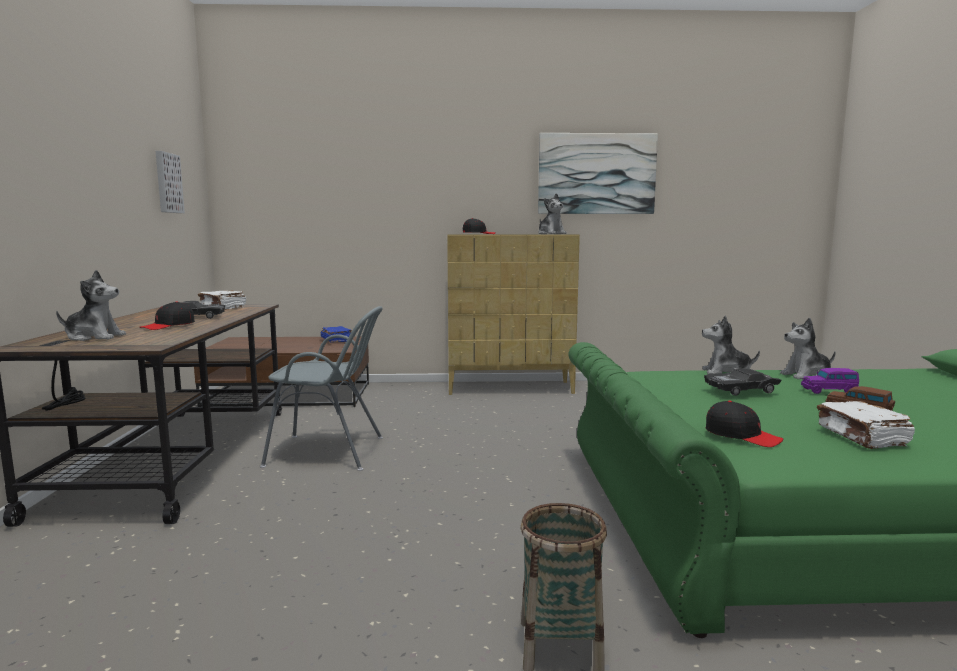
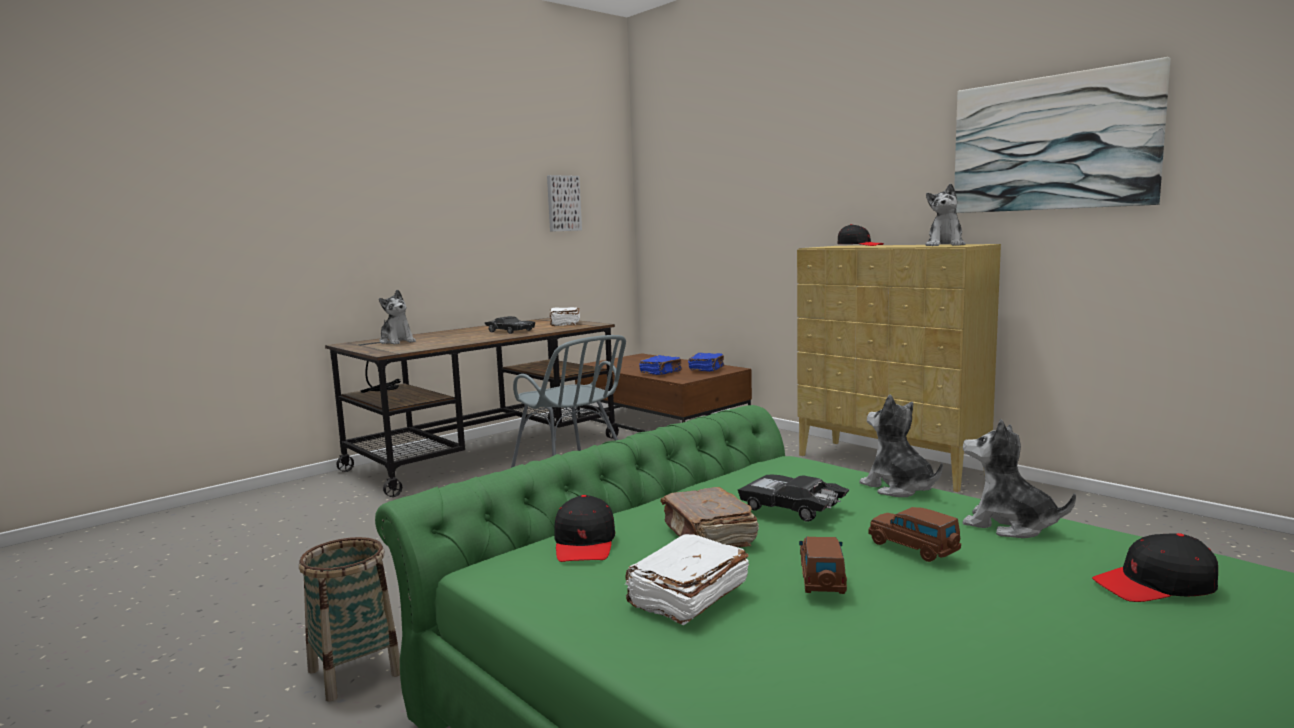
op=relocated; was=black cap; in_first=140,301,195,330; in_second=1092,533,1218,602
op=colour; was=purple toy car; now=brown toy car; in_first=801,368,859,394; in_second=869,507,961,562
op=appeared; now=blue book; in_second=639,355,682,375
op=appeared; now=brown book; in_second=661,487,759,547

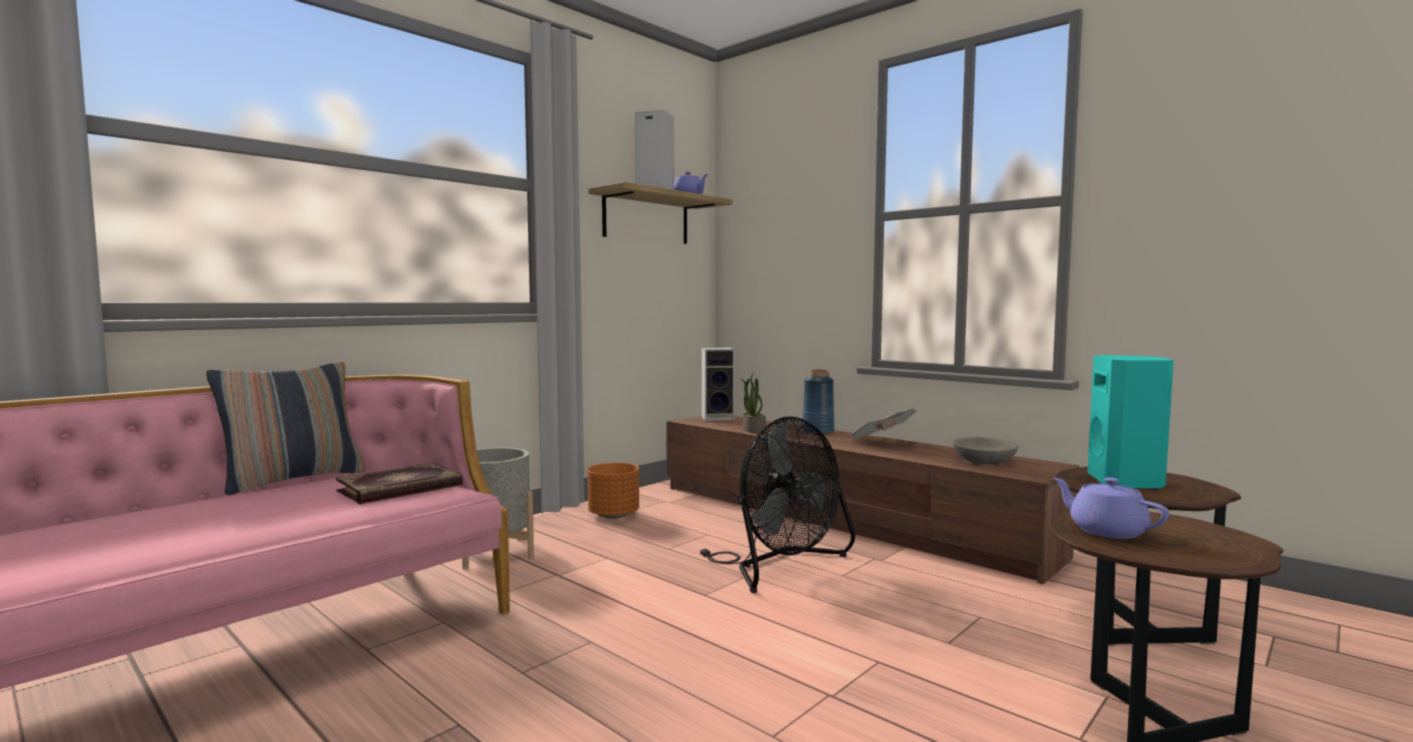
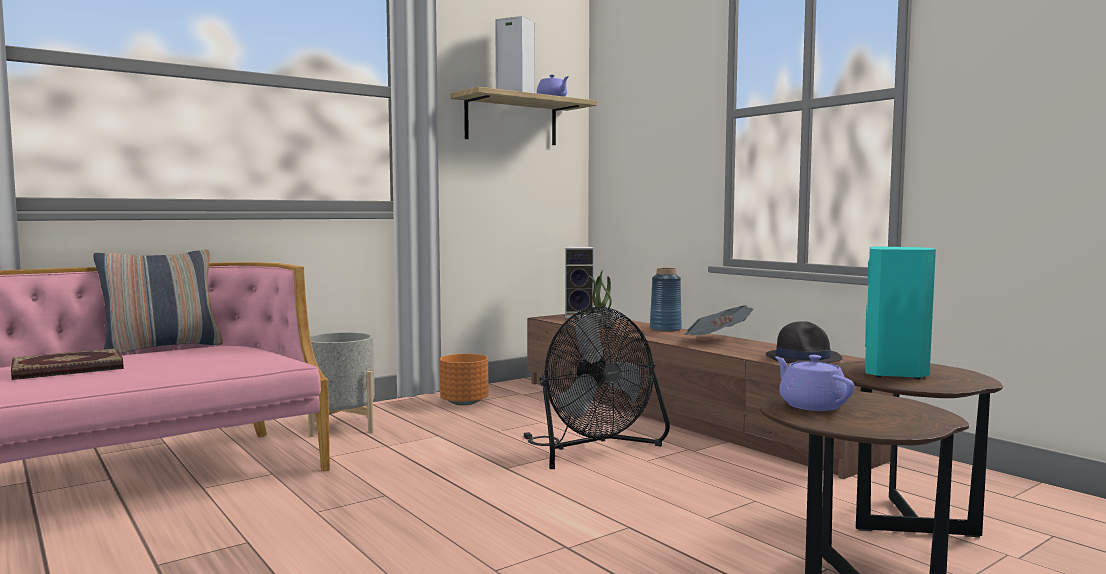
op=exchanged; was=grey bowl; now=black hat; in_first=952,437,1019,465; in_second=766,321,842,363
op=relocated; was=book; in_first=336,463,463,504; in_second=11,348,123,380

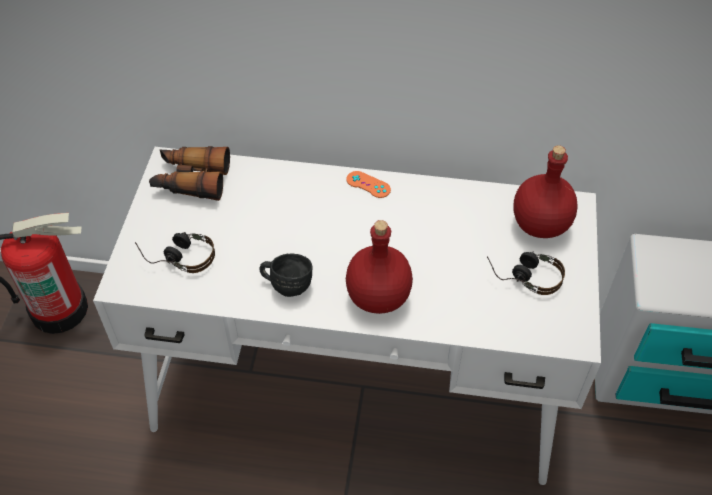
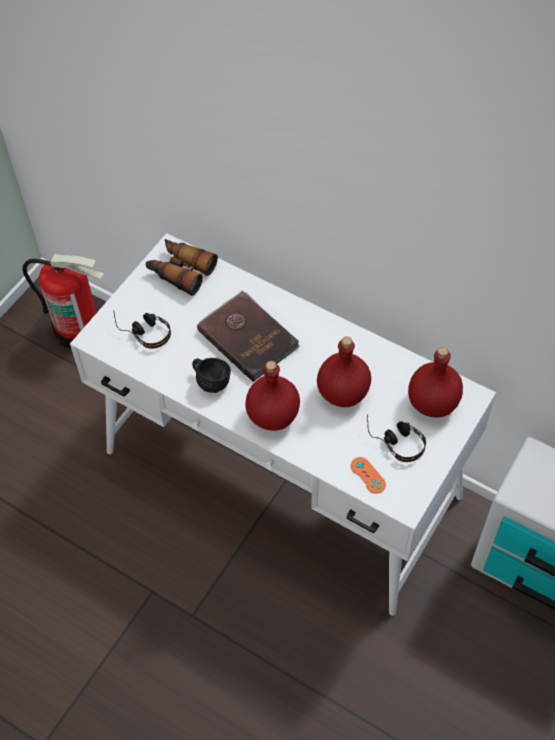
op=relocated; was=orange game controller; in_first=346,171,391,198; in_second=351,457,386,494
op=appeared; now=brown book; in_second=197,290,300,382
op=appeared; now=red bottle; in_second=317,336,371,407

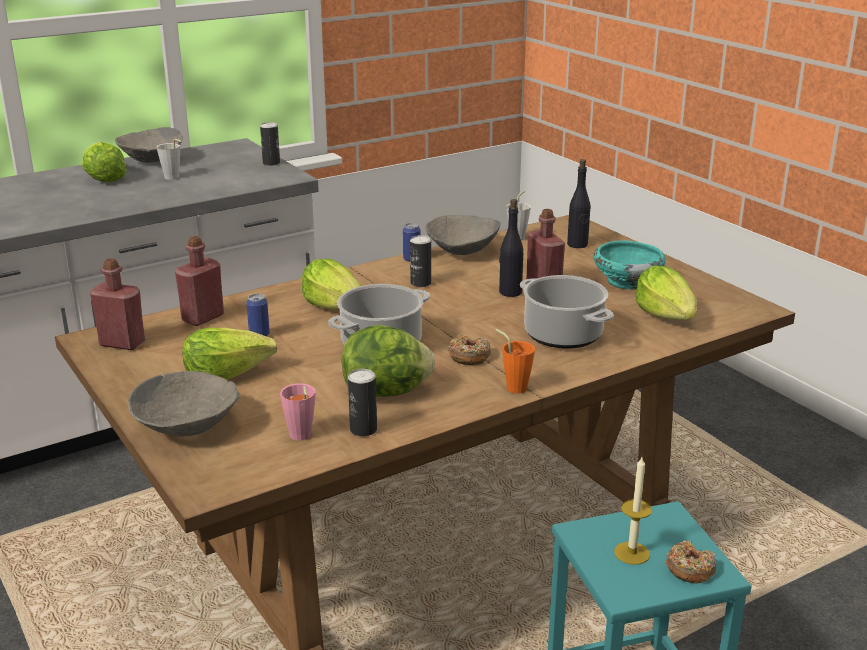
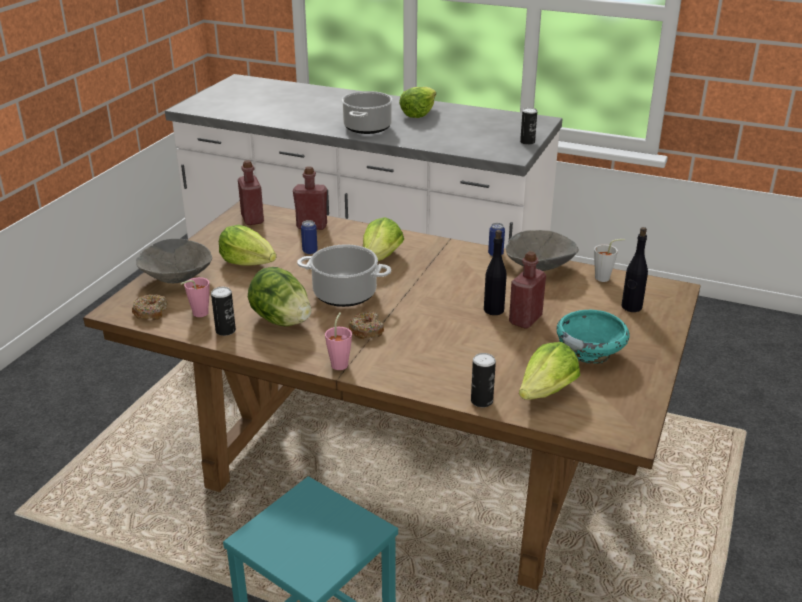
op=missing; was=grey bowl; in_first=115,127,183,163
op=missing; was=grey cup; in_first=157,139,181,180
op=relocated; was=can; in_first=410,235,431,287; in_second=471,353,496,407
op=relocated; was=cooking pot; in_first=520,275,614,349; in_second=341,91,393,134
op=colour; was=orange cup; now=pink cup; in_first=495,329,535,394; in_second=325,312,352,370
op=missing; was=candle; in_first=614,457,652,565
op=relocated; was=donut; in_first=666,541,716,583; in_second=132,295,168,320

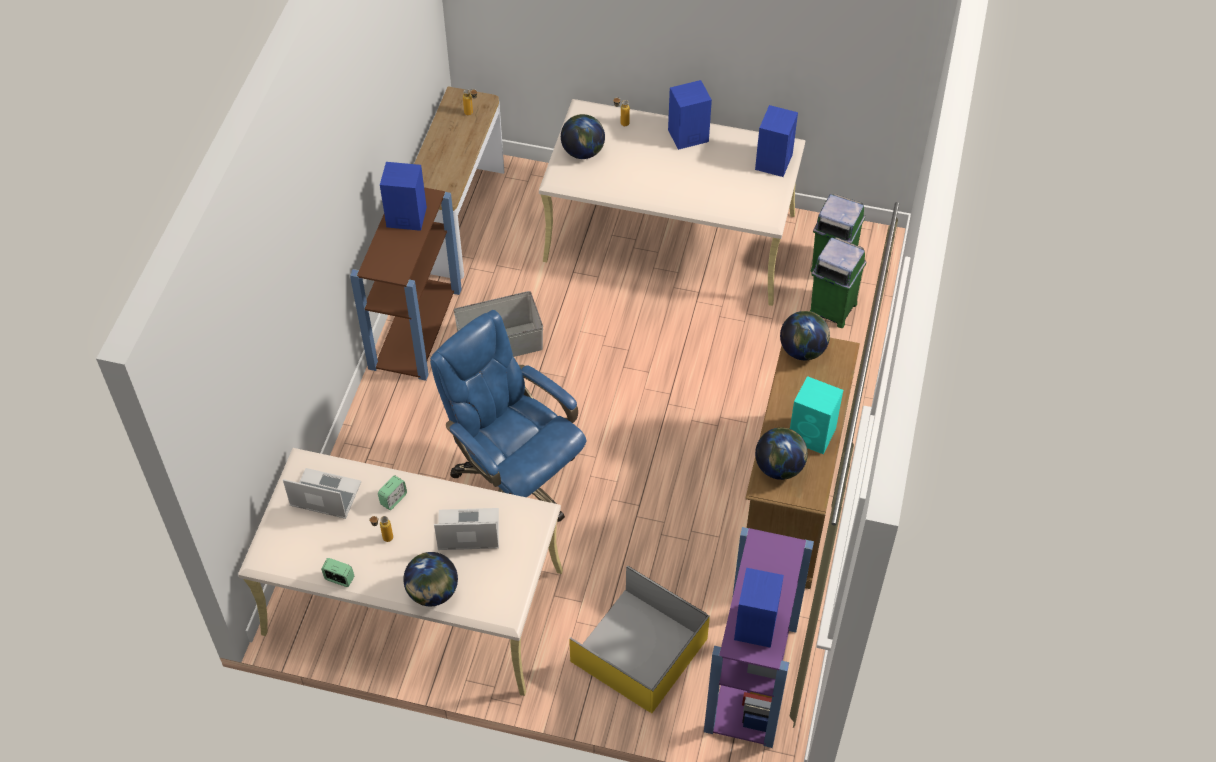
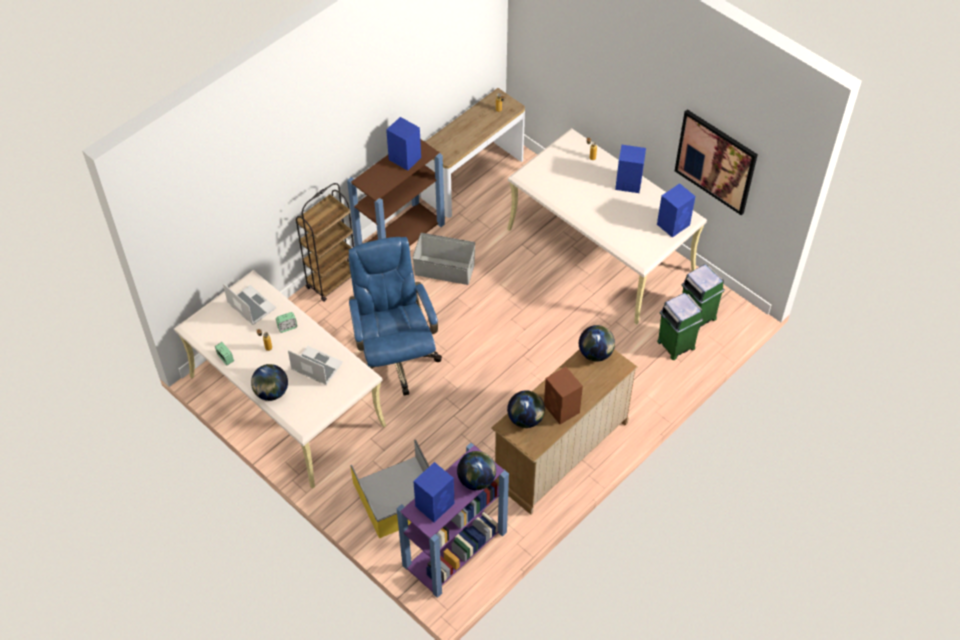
op=relocated; was=globe; in_first=561,114,605,159; in_second=457,451,496,490
op=colour; was=turquoise speaker; now=brown speaker; in_first=790,376,843,454; in_second=544,367,583,424
op=appeared; now=picture; in_second=675,109,758,215
op=appeared; now=brown cart; in_second=295,183,354,302

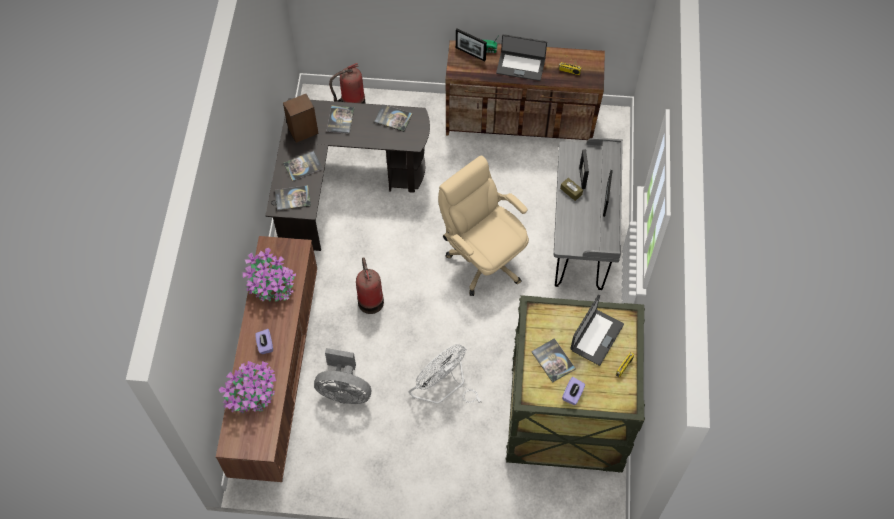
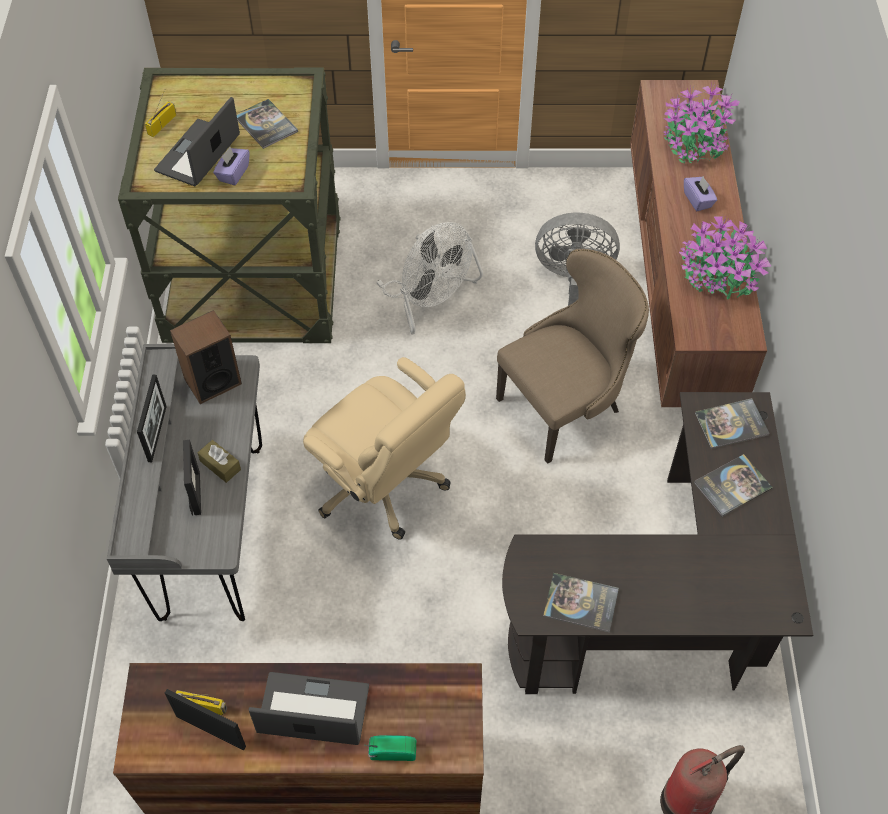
op=relocated; was=picture frame; in_first=456,29,487,61; in_second=165,689,246,750
op=relocated; was=speaker; in_first=283,94,319,143; in_second=170,310,242,404
op=missing; was=book; in_first=327,105,354,134
op=exchanged; was=fire extinguisher; now=beige chair; in_first=356,257,384,314; in_second=496,249,649,464
op=relocated; was=purple tissue box; in_first=562,377,585,405; in_second=213,147,249,186

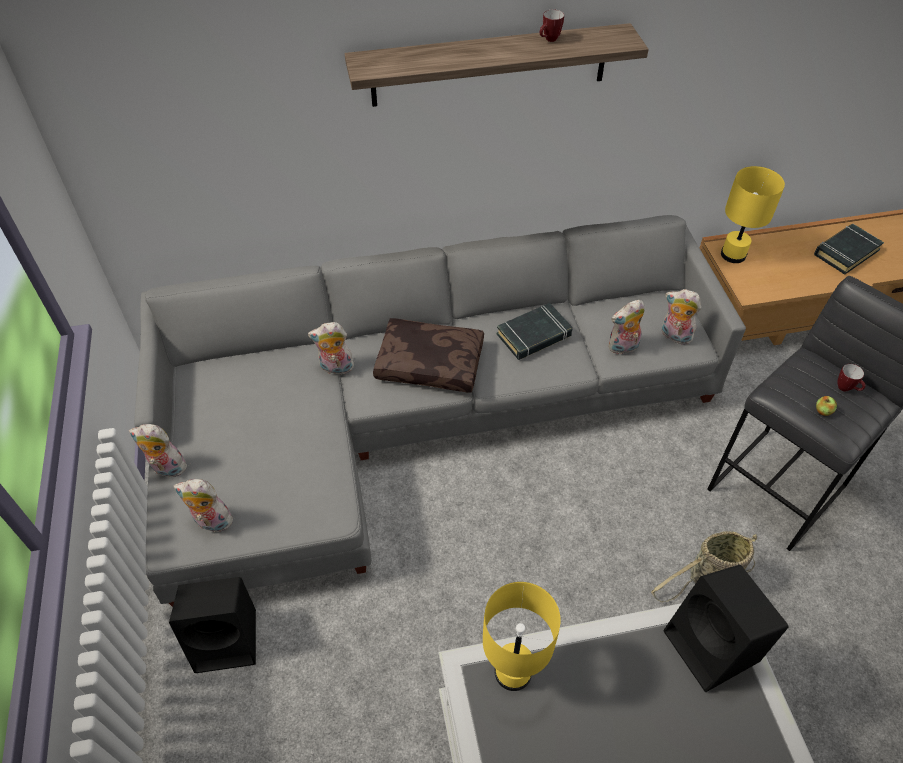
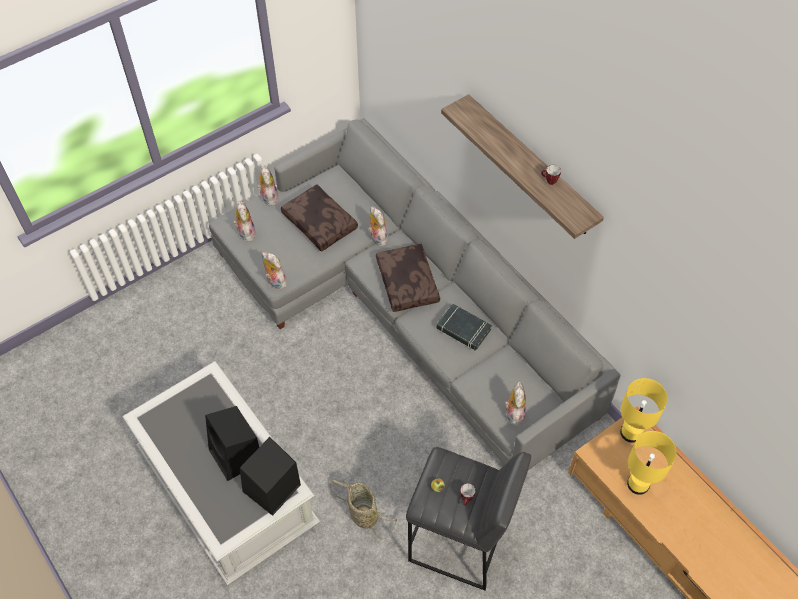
op=missing; was=black book; in_first=814,224,884,275
op=relocated; was=plush toy; in_first=608,300,645,355; in_second=262,252,287,289
op=relocated; was=black speaker; in_first=169,577,256,673; in_second=205,406,259,481
op=relocated; was=yellow table lamp; in_first=483,582,561,691; in_second=627,431,677,495
op=appeared; now=brown pillow; in_second=281,184,358,252

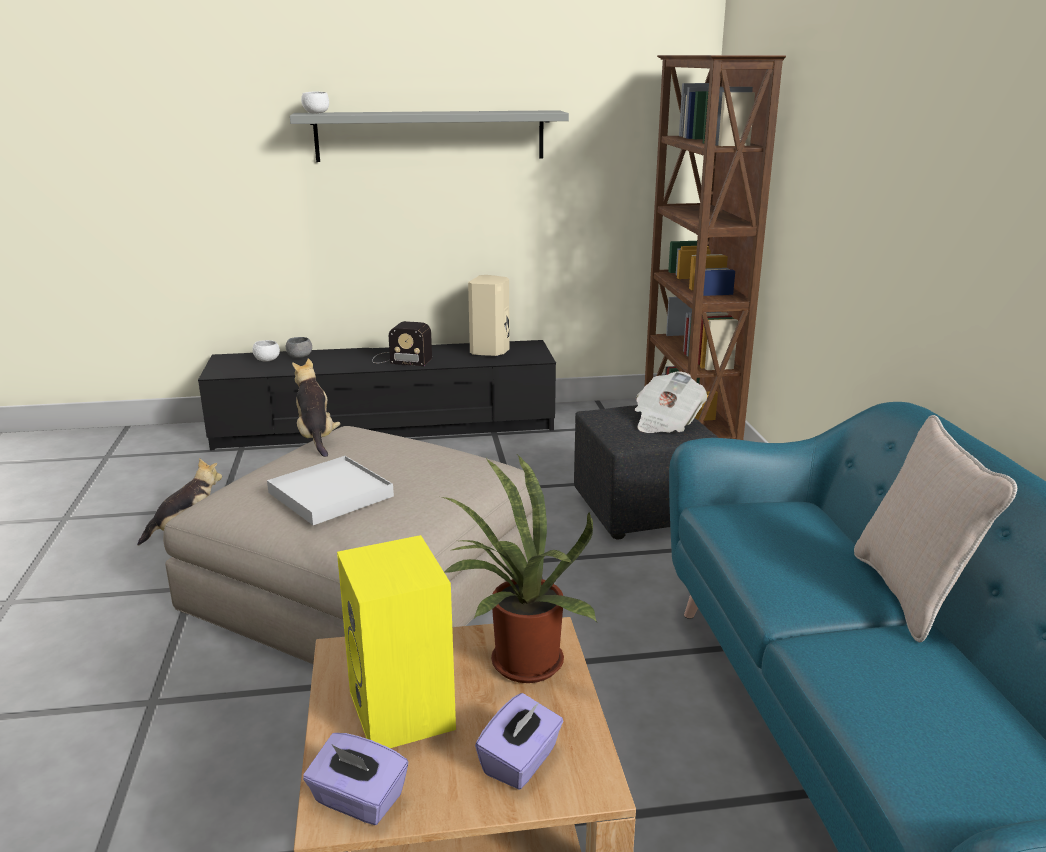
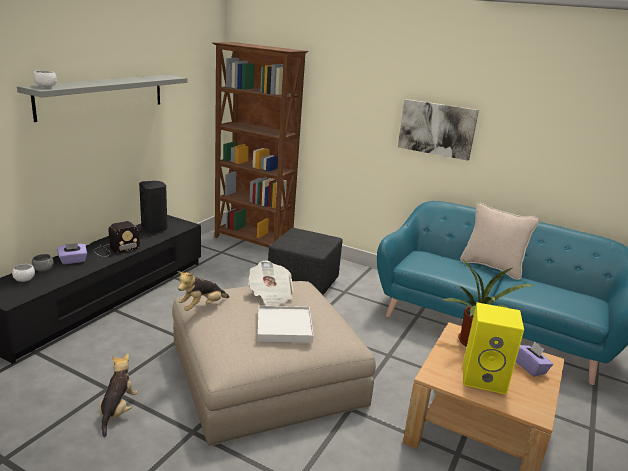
op=colour; was=beige speaker; now=black speaker; in_first=468,275,510,356; in_second=139,181,167,233
op=spun; was=plush toy; in_first=292,358,340,457; in_second=177,271,229,311; clockwise=-60
op=relocated; was=newspaper; in_first=635,371,707,433; in_second=248,260,293,306
op=relocated; was=purple tissue box; in_first=303,733,408,825; in_second=57,243,87,264
op=appeared; now=picture; in_second=398,99,479,161

